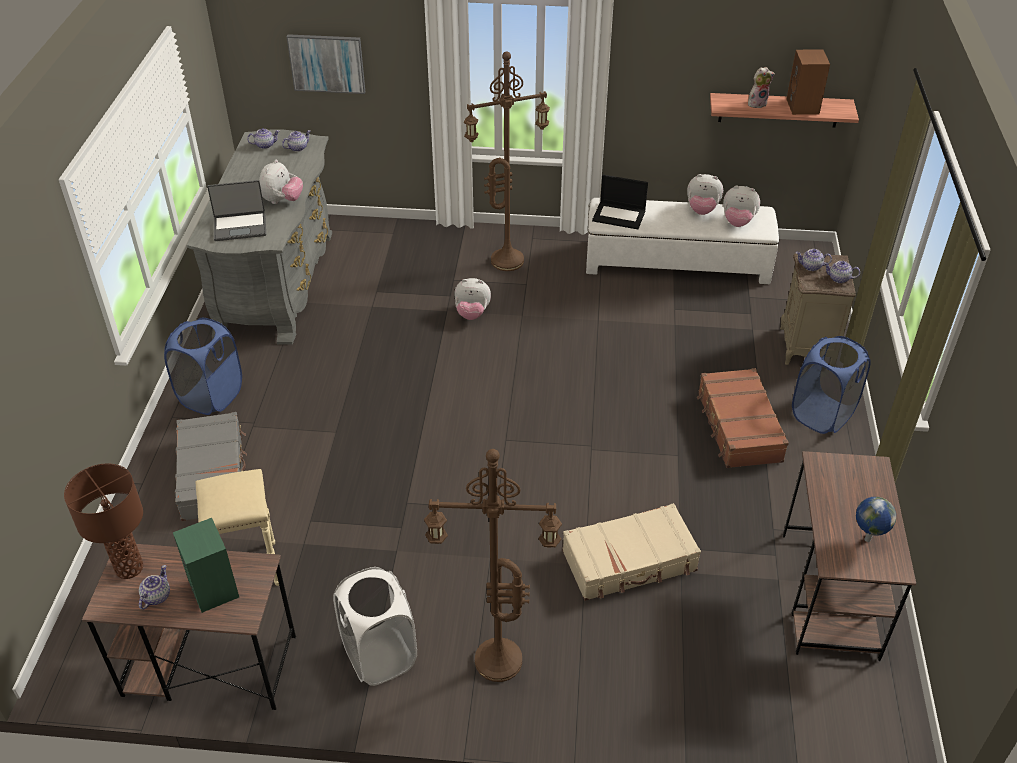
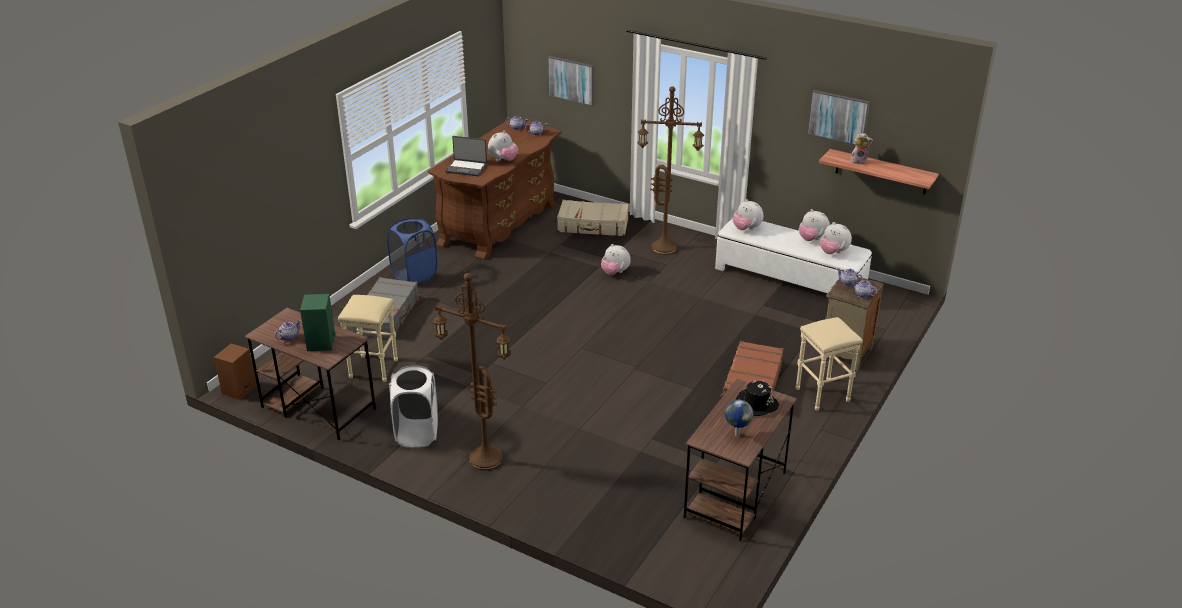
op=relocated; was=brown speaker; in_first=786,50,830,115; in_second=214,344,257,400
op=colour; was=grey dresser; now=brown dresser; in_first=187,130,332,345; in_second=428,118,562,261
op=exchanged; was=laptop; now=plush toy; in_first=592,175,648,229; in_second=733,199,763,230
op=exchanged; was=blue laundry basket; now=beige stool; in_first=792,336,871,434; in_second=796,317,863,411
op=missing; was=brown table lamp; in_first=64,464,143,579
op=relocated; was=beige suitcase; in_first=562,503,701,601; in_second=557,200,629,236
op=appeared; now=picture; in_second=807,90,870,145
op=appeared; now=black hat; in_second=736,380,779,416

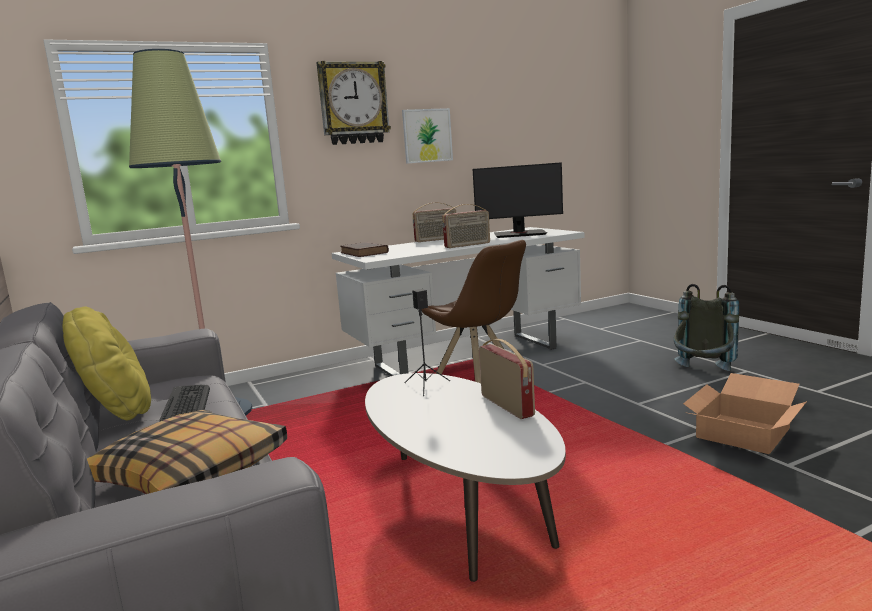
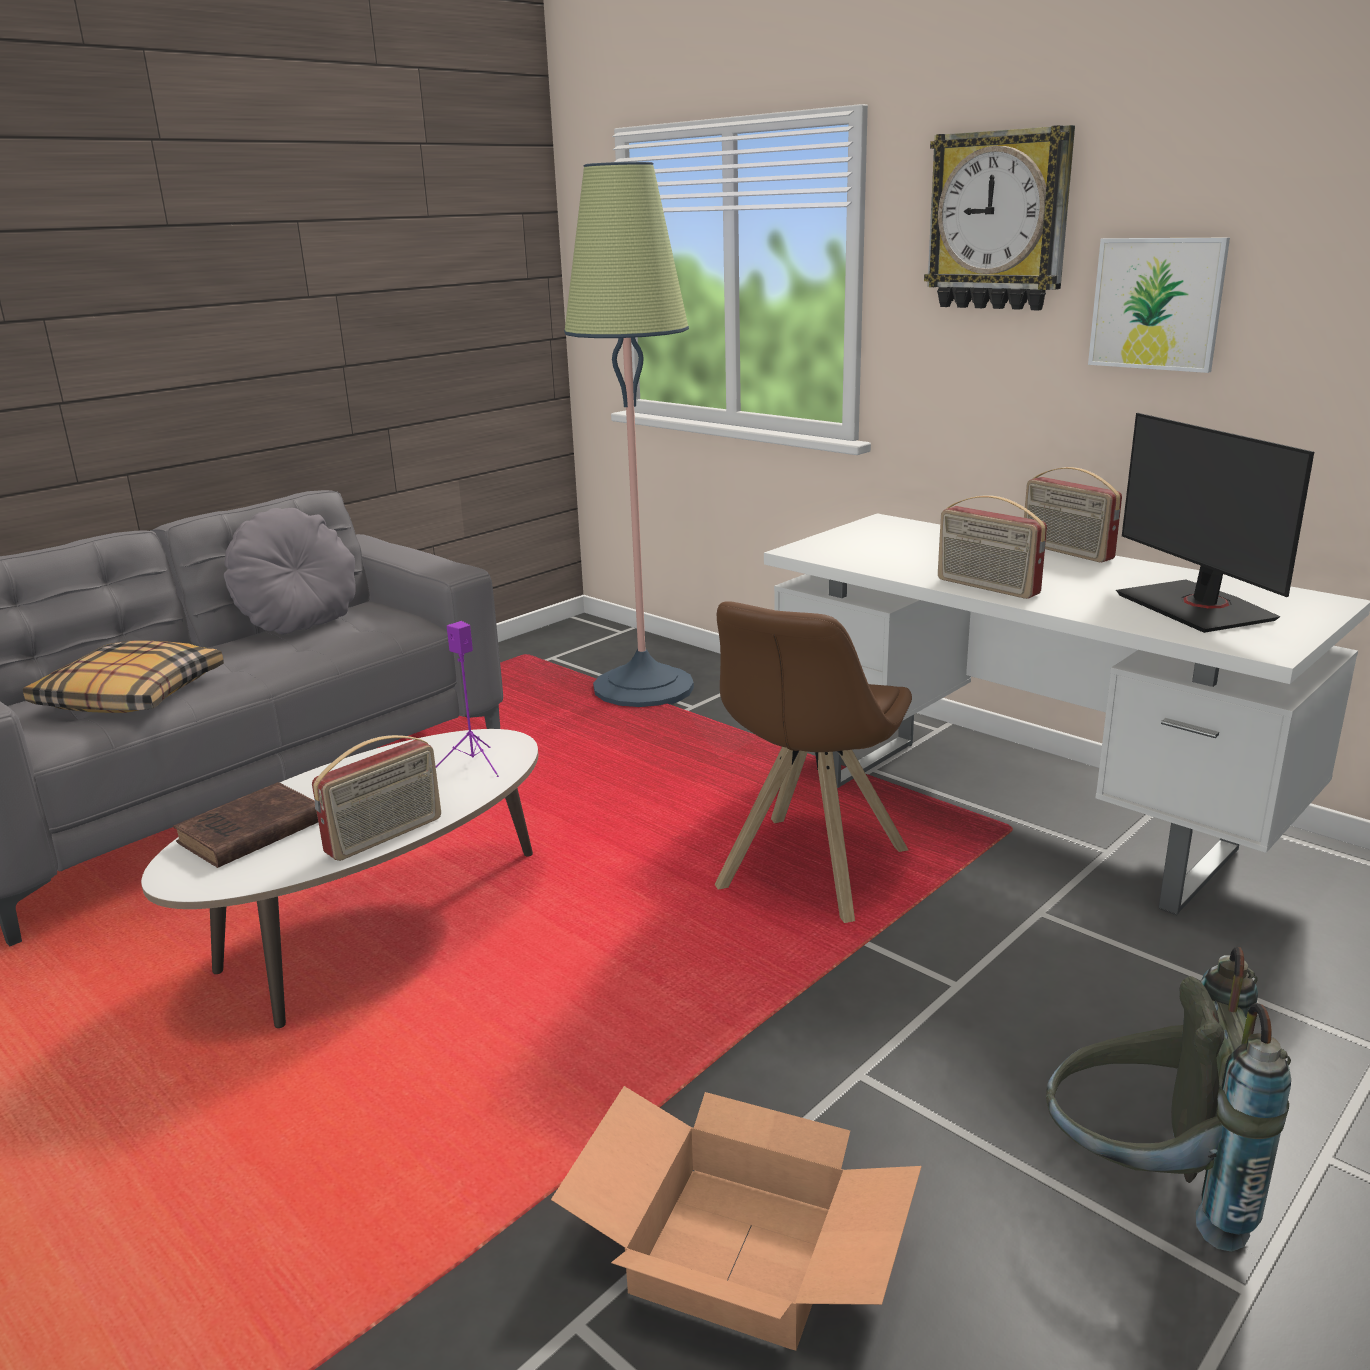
op=relocated; was=brown book; in_first=340,242,389,257; in_second=173,782,318,868
op=colour; was=black speaker; now=purple speaker; in_first=404,289,450,396; in_second=436,621,499,777
op=colour; was=yellow pillow; now=grey pillow; in_first=63,307,151,420; in_second=224,508,356,634
op=missing; was=keyboard; in_first=160,385,210,421

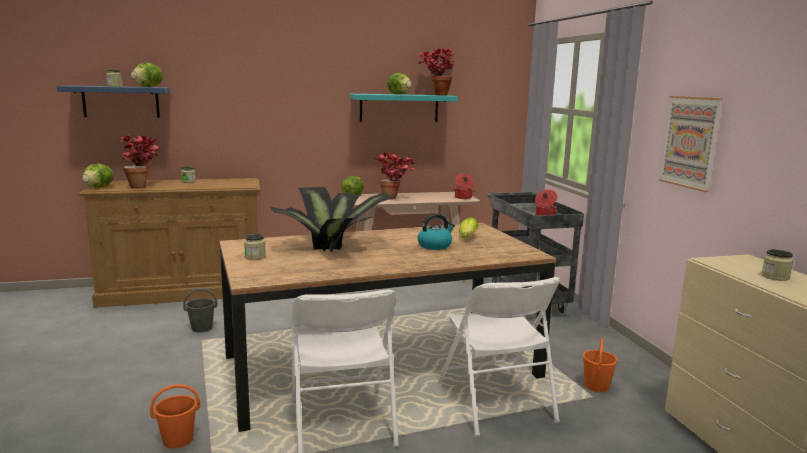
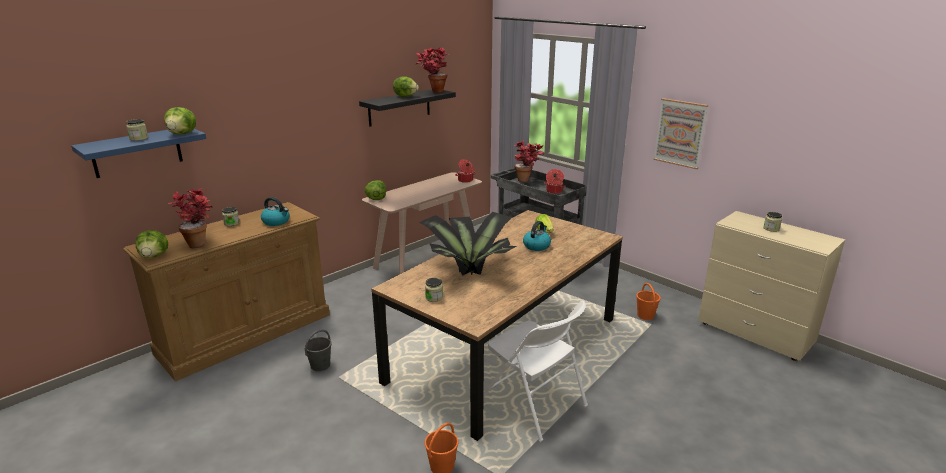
op=colour; was=turquoise shelf; now=black shelf; in_first=350,94,458,122; in_second=359,89,456,127
op=relocated; was=potted plant; in_first=375,152,415,200; in_second=513,140,544,182
op=missing; was=white chair; in_first=437,277,560,437
op=appeared; now=kettle; in_second=261,197,290,226

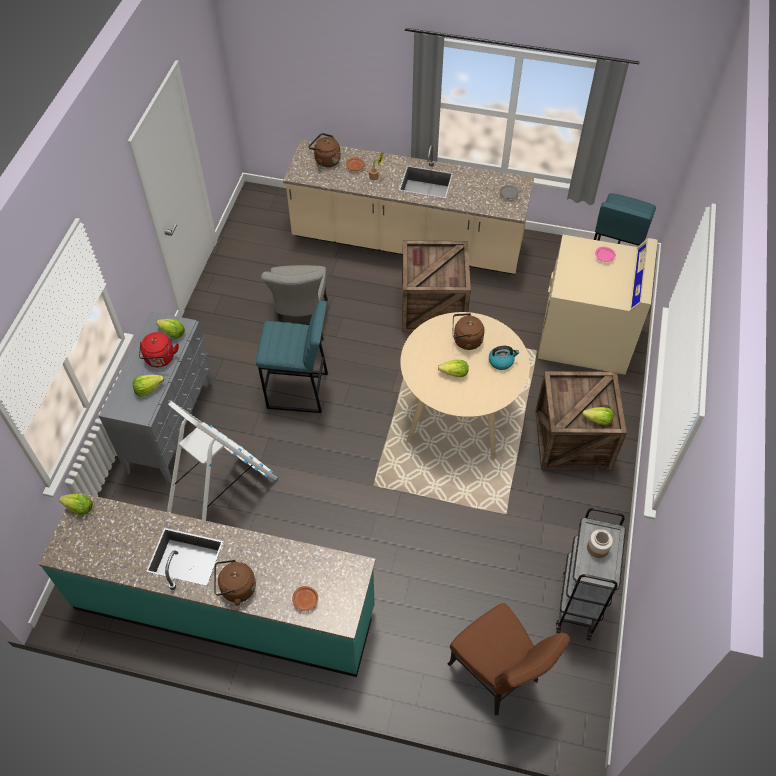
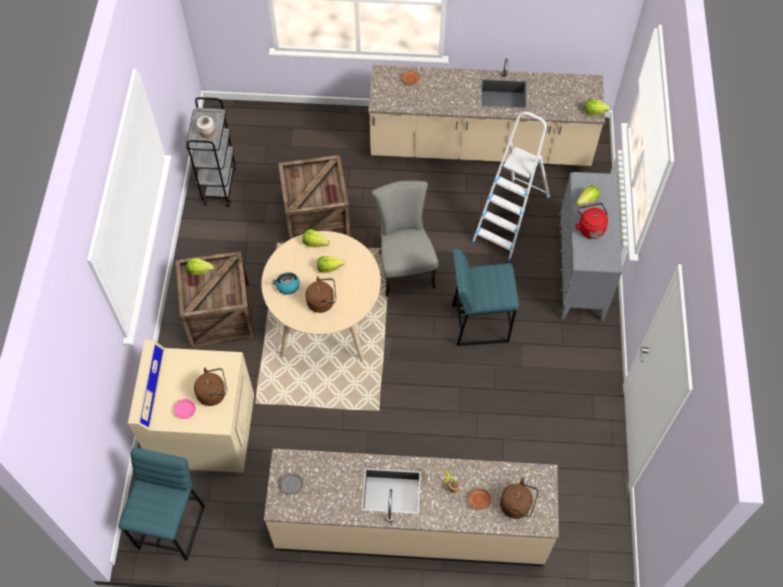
op=relocated; was=crate; in_first=402,241,471,332; in_second=278,155,351,239
op=relocated; was=grey chair; in_first=261,265,328,341; in_second=372,181,439,297
op=relocated; was=lettuce; in_first=156,319,185,339; in_second=302,229,330,247
op=colour; was=turquoise counter; now=beige counter; in_first=39,492,376,677; in_second=368,58,605,166
op=relocated; was=brown kettle; in_first=214,560,256,605; in_second=194,368,227,406
op=missing; was=brown chair; in_first=448,603,570,716

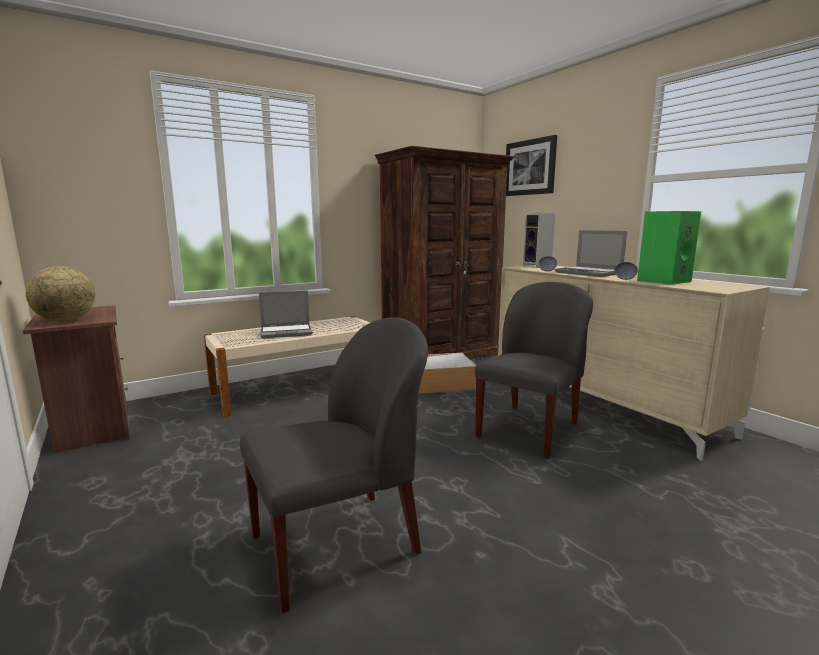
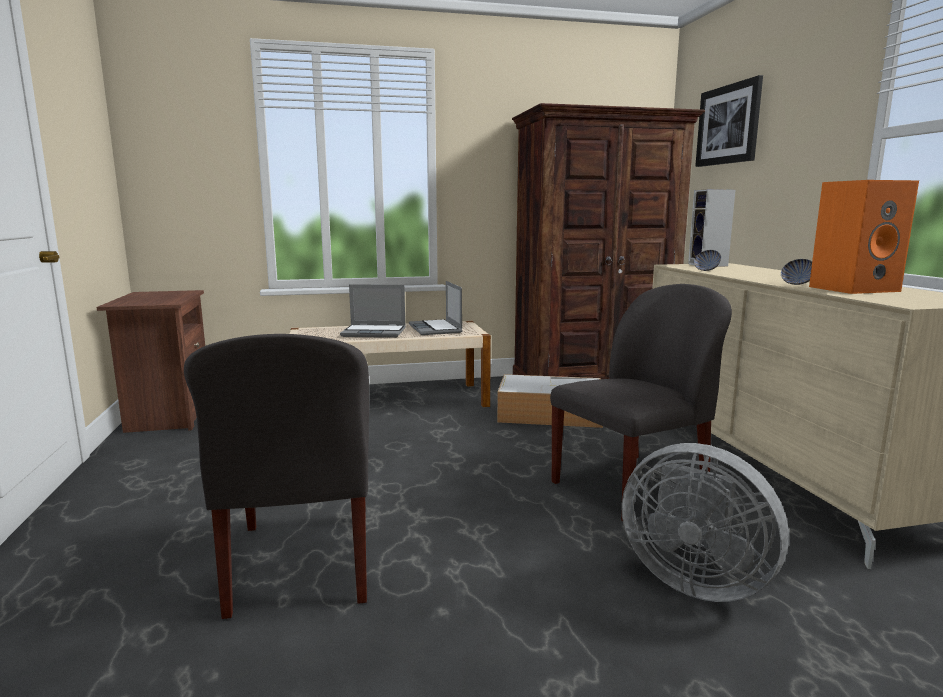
op=colour; was=green speaker; now=orange speaker; in_first=637,211,701,285; in_second=809,180,919,294
op=relocated; was=laptop; in_first=555,230,627,277; in_second=409,281,463,335
op=missing; was=globe; in_first=26,266,95,322
op=spun; was=grey chair; in_first=240,317,428,613; in_second=184,334,369,619; clockwise=90
op=appeared; now=grey fan; in_second=621,443,789,602

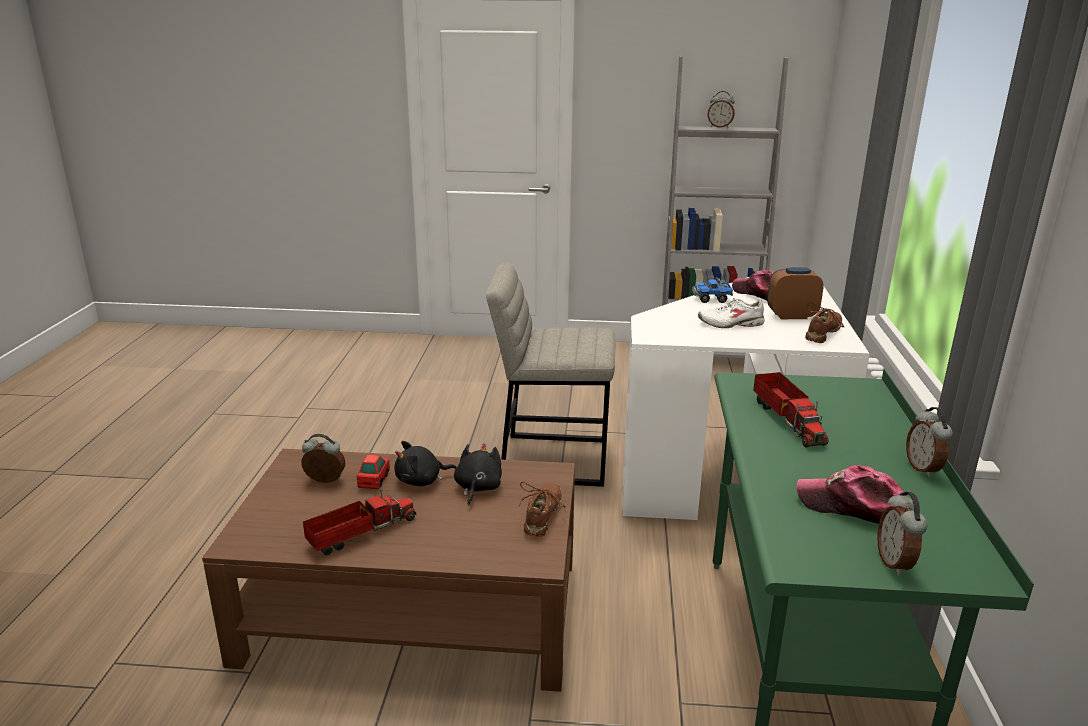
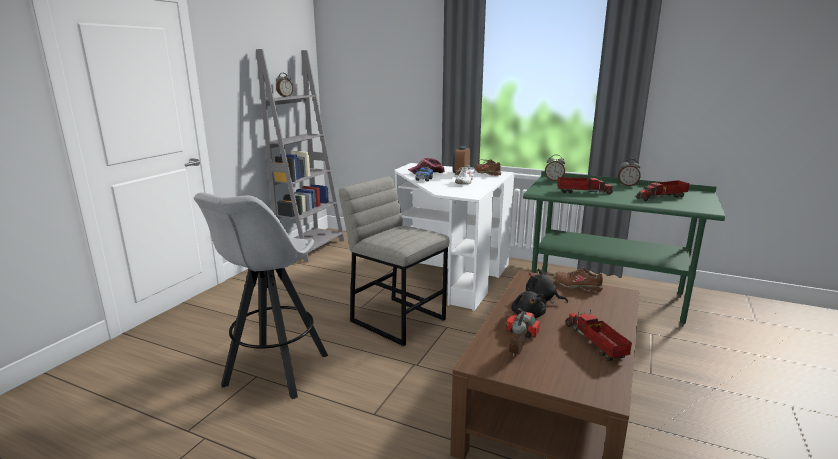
op=spun; was=grey chair; in_first=486,263,615,487; in_second=339,177,450,346; clockwise=105
op=exchanged; was=cap; now=toy truck; in_first=796,465,912,524; in_second=636,180,689,201
op=relocated; was=alarm clock; in_first=877,492,927,575; in_second=545,155,565,181
op=appeared; now=grey stool; in_second=194,192,328,399

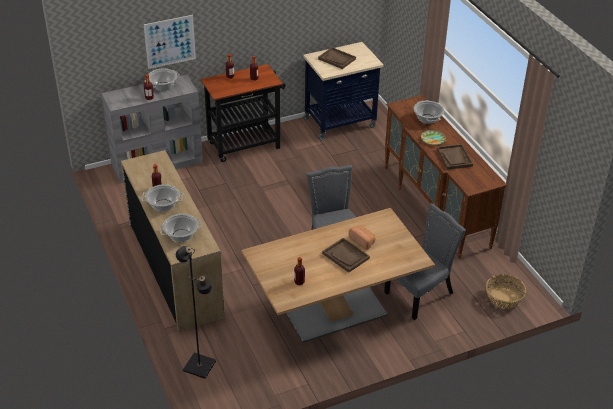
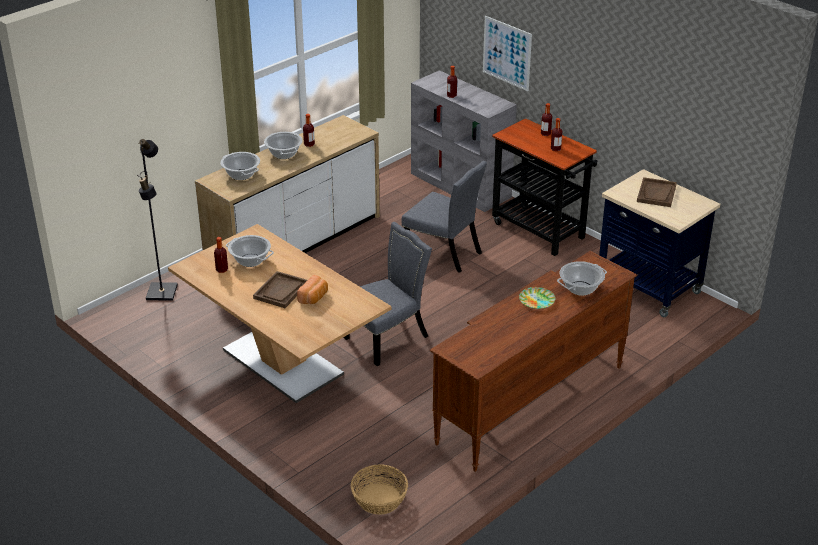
op=relocated; was=cooking pot; in_first=145,68,180,91; in_second=226,235,274,267
op=missing; was=brown tray; in_first=437,144,473,170
op=relocated; was=grey chair; in_first=384,203,466,320; in_second=401,161,487,273

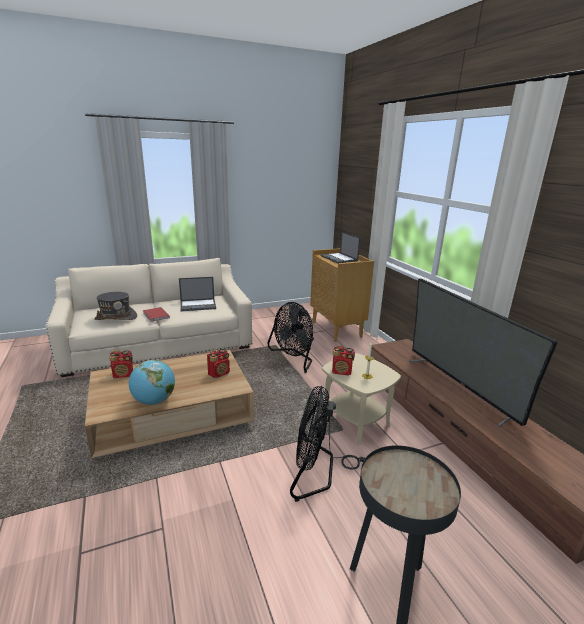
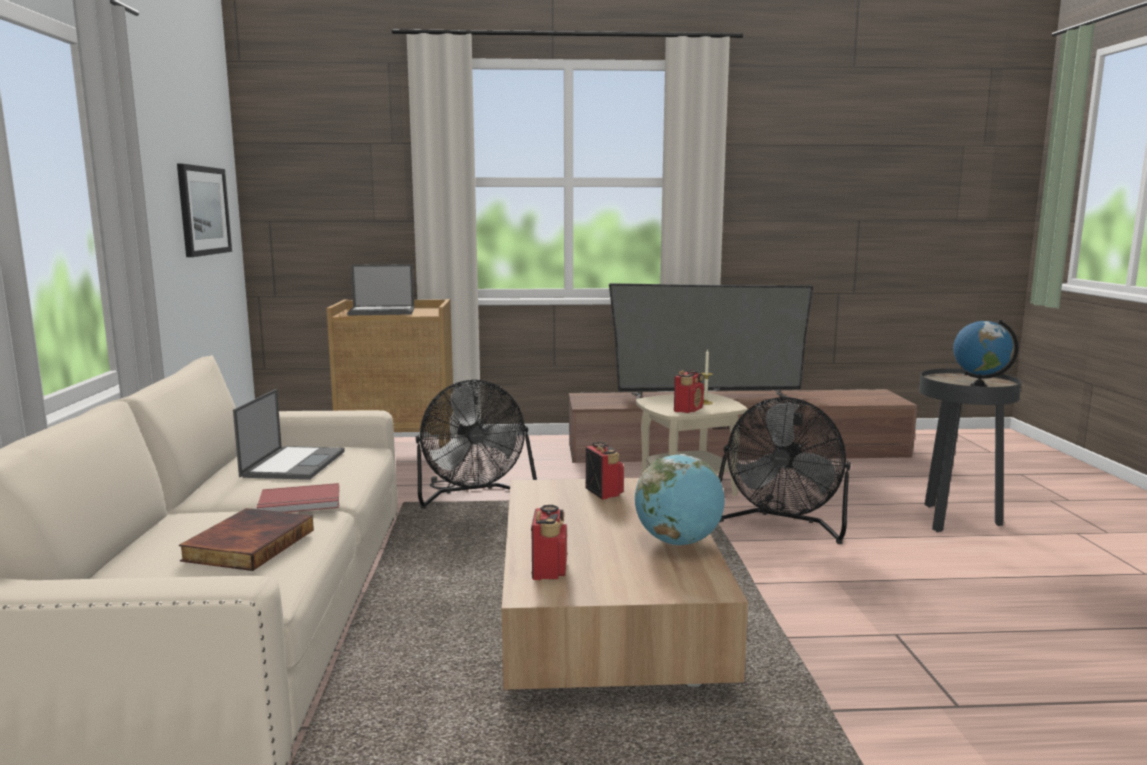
op=exchanged; was=grey hat; now=book; in_first=94,292,137,320; in_second=179,508,314,571
op=appeared; now=picture; in_second=177,164,232,257
op=appeared; now=globe; in_second=953,320,1018,387

